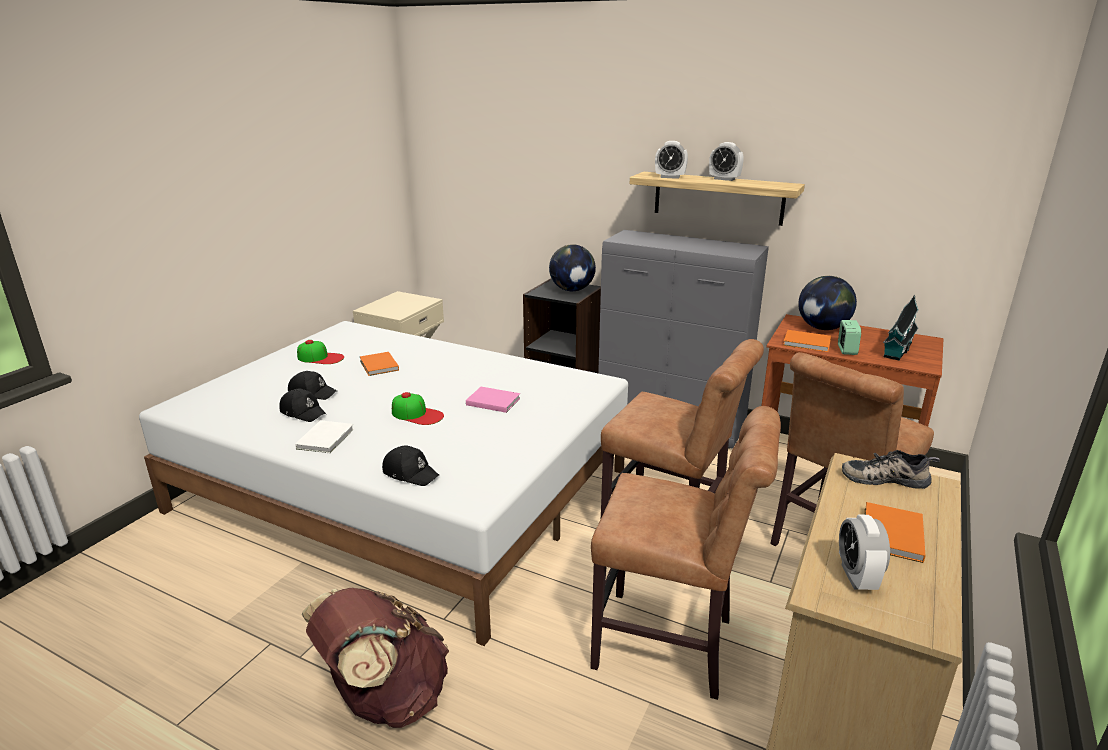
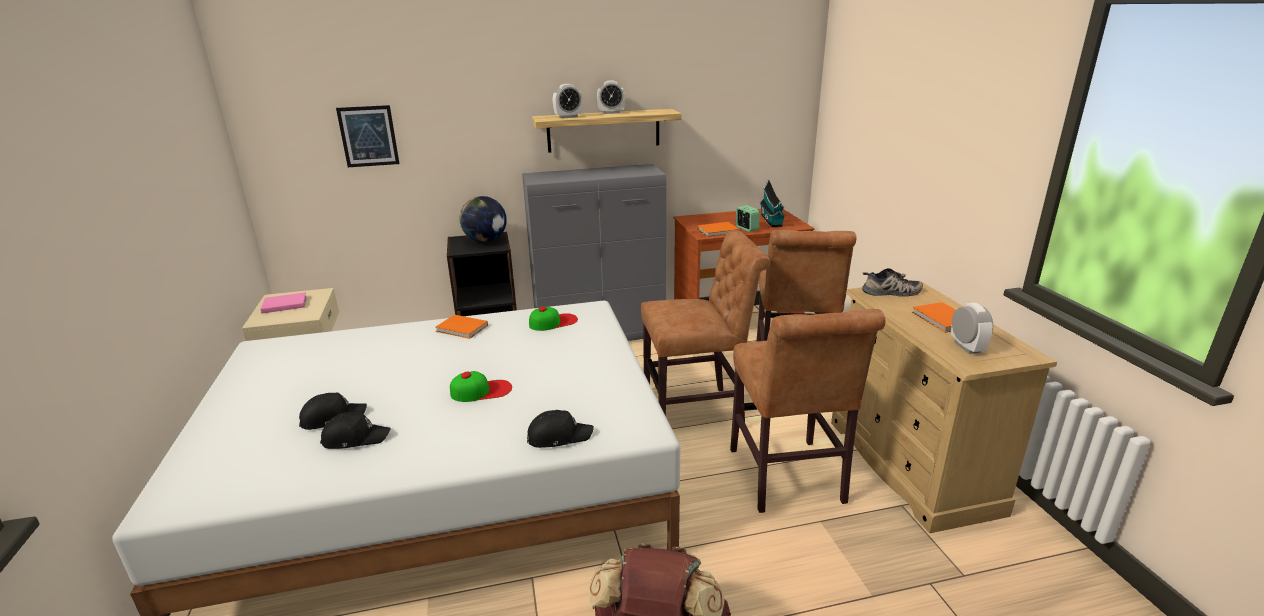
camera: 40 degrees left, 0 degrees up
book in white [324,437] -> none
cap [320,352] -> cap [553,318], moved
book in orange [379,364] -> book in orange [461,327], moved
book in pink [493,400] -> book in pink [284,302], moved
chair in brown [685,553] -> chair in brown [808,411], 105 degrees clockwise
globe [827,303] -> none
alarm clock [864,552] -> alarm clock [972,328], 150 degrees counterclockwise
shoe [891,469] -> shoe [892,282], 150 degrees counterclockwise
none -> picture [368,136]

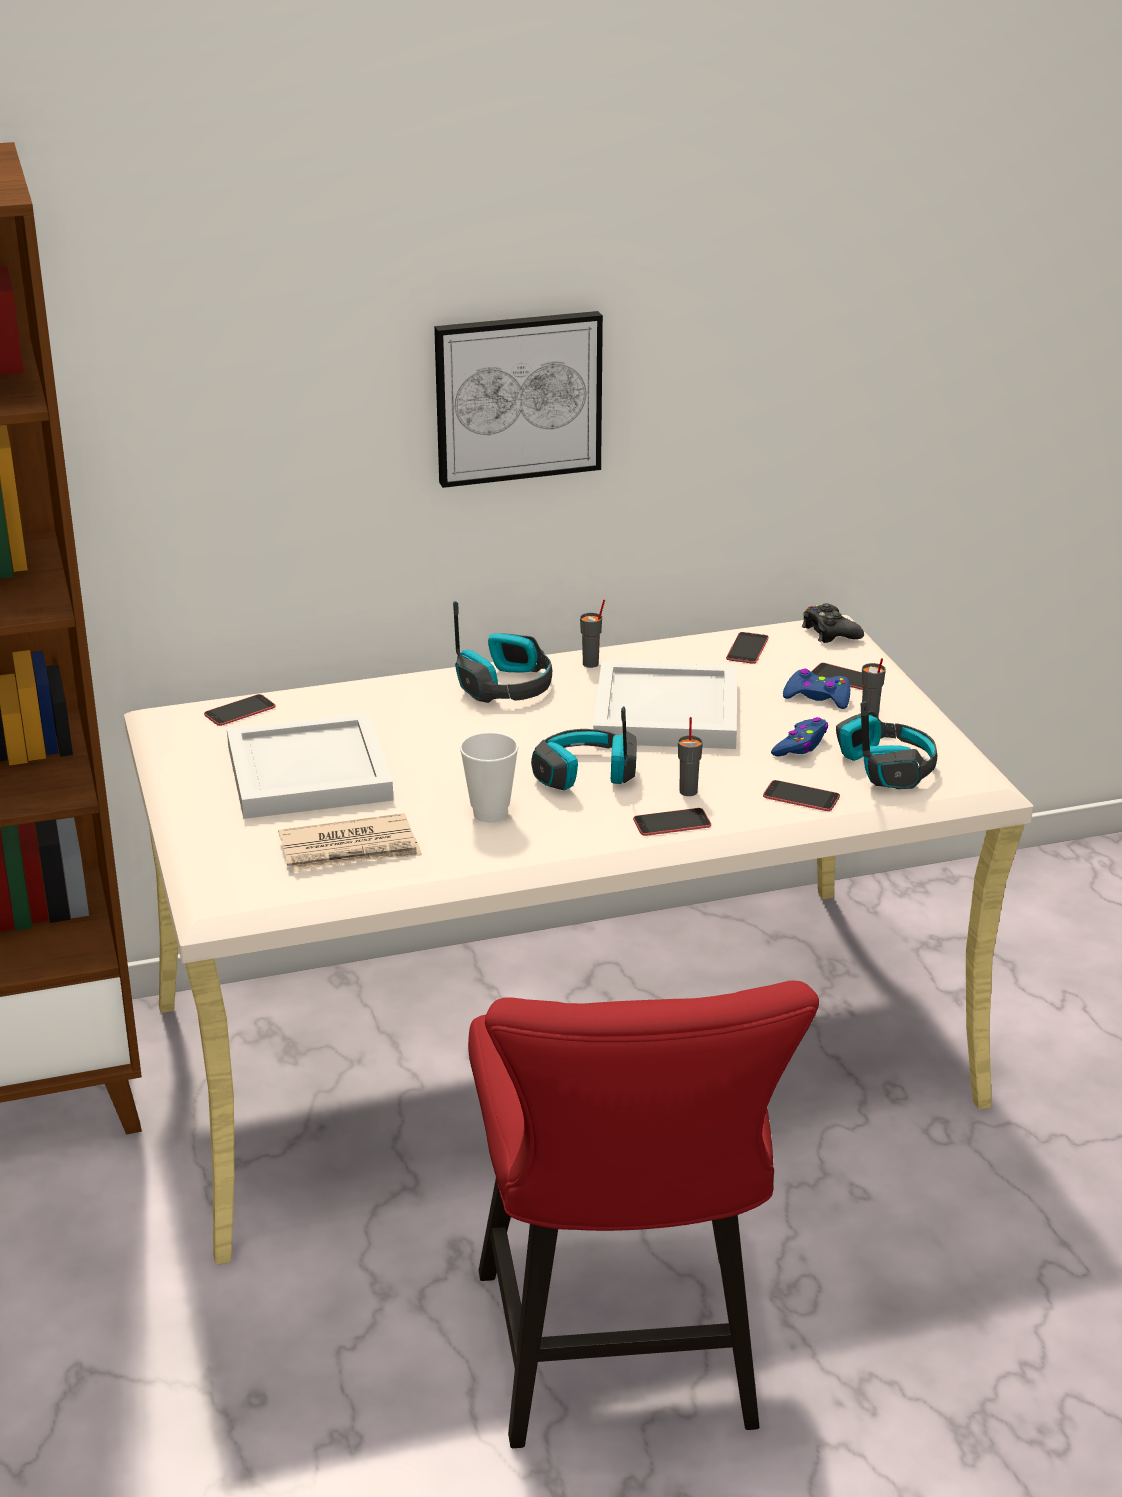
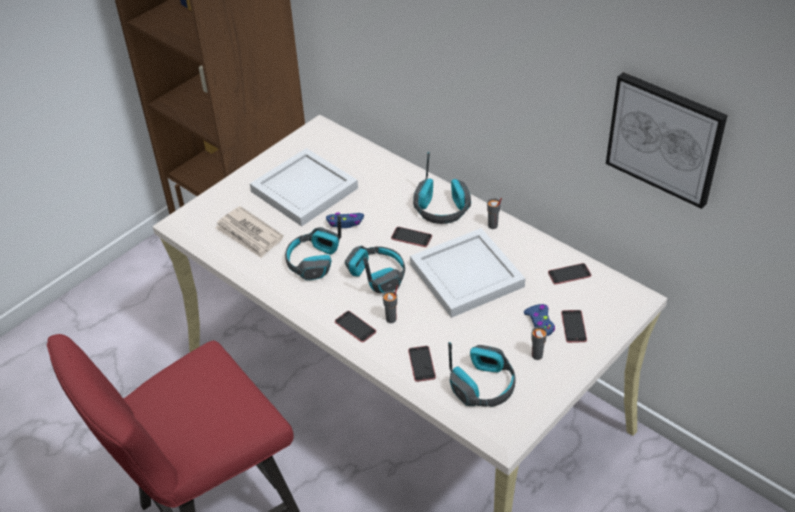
camera: 60 degrees right, 15 degrees up
phone [239,710] -> phone [411,237], moved
picture [518,399] -> picture [667,140], moved
cup [489,777] -> headphones [313,247]
game controller in blue [799,736] -> game controller in blue [345,220], moved
game controller in black [833,623] -> none

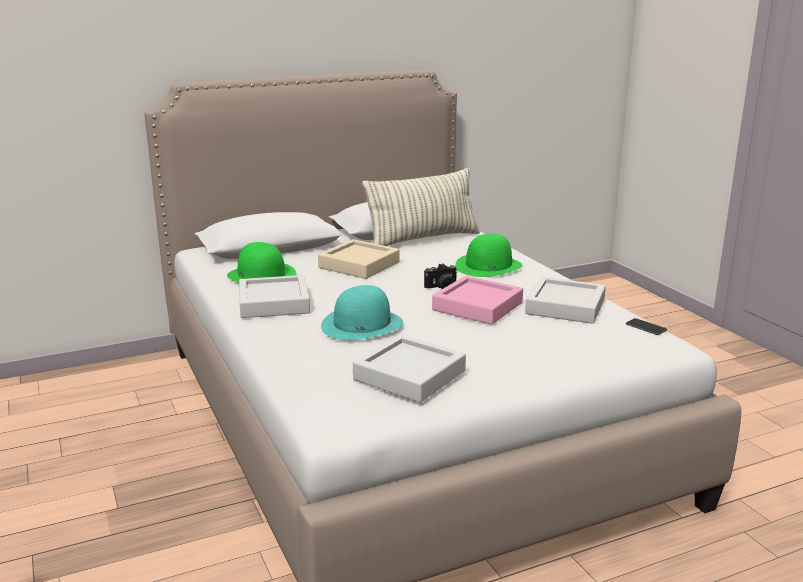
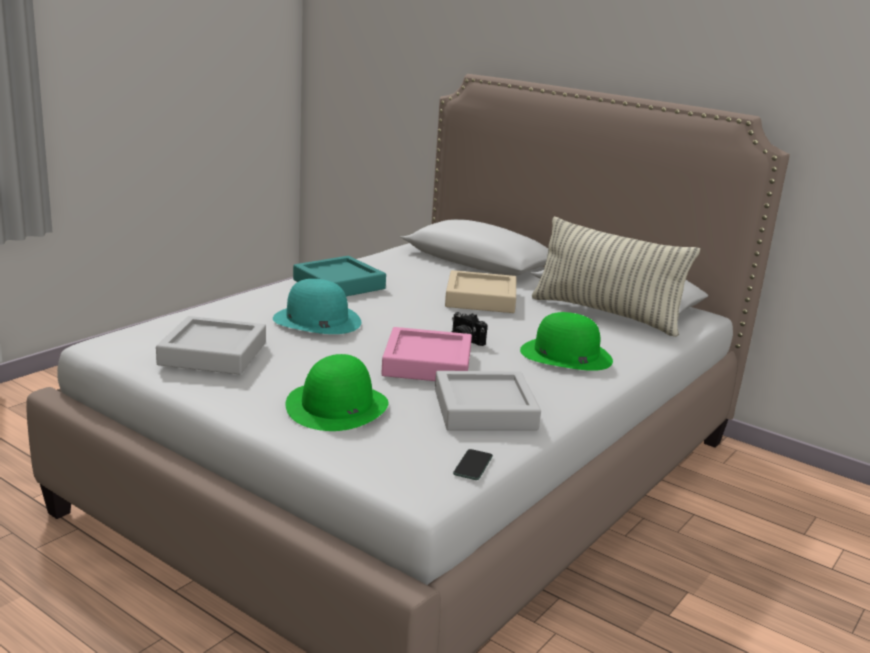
camera: 60 degrees right, 0 degrees up
hat in green [261,262] -> hat in green [336,392], moved
tray in grey [274,296] -> tray in turquoise [339,276]

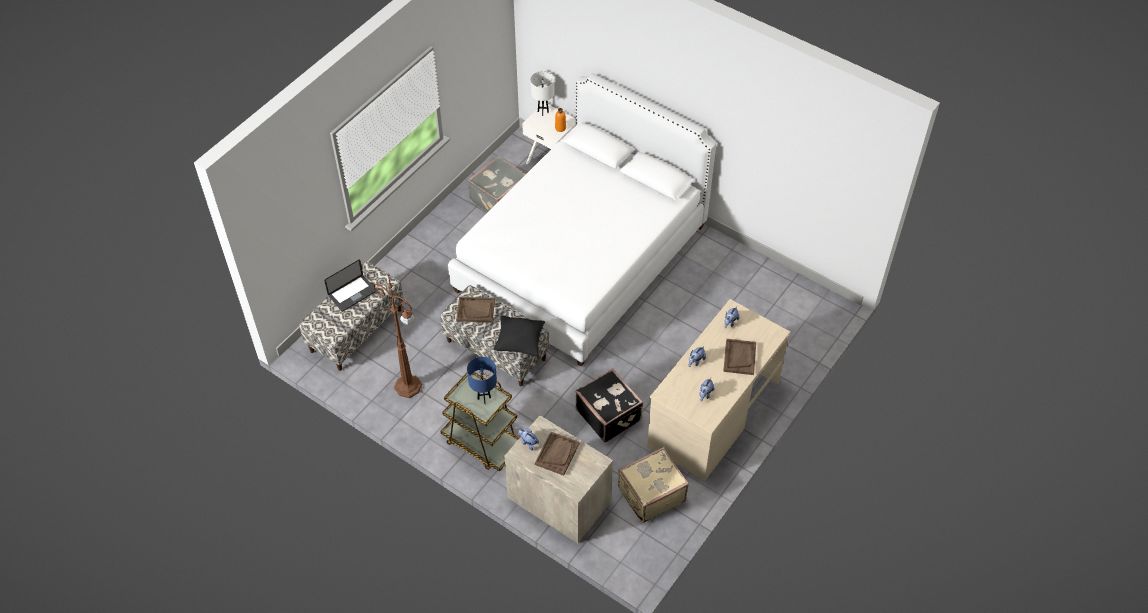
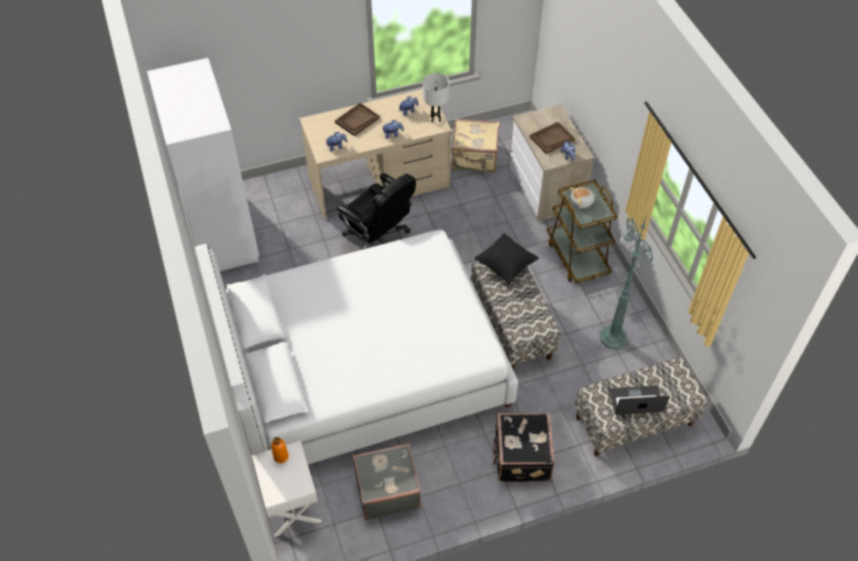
camera: 145 degrees left, 0 degrees up
floor lamp in brown [398,336] -> floor lamp in green [626,281]
tray in brown [475,310] -> none
table lamp in blue [482,380] -> plush toy [582,198]
table lamp in white [542,93] -> table lamp in white [436,97], moved
suitcase in black [609,405] -> suitcase in black [524,447], moved
none -> wardrobe in white [203,164]
none -> office chair in black [376,211]

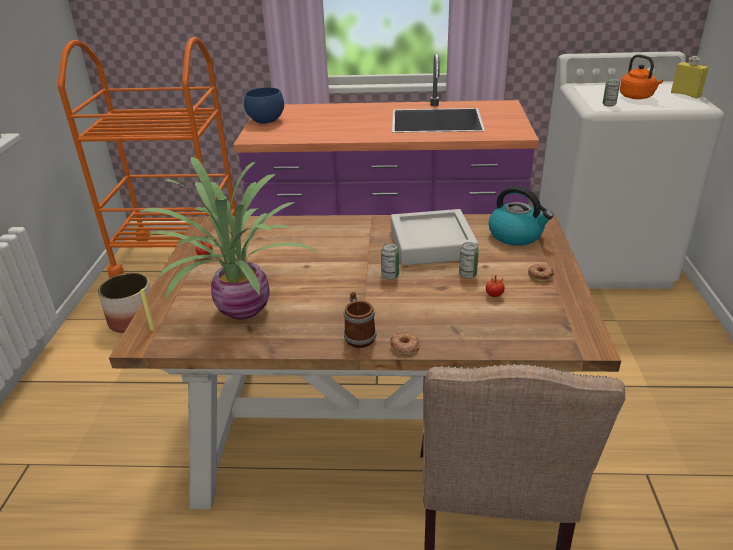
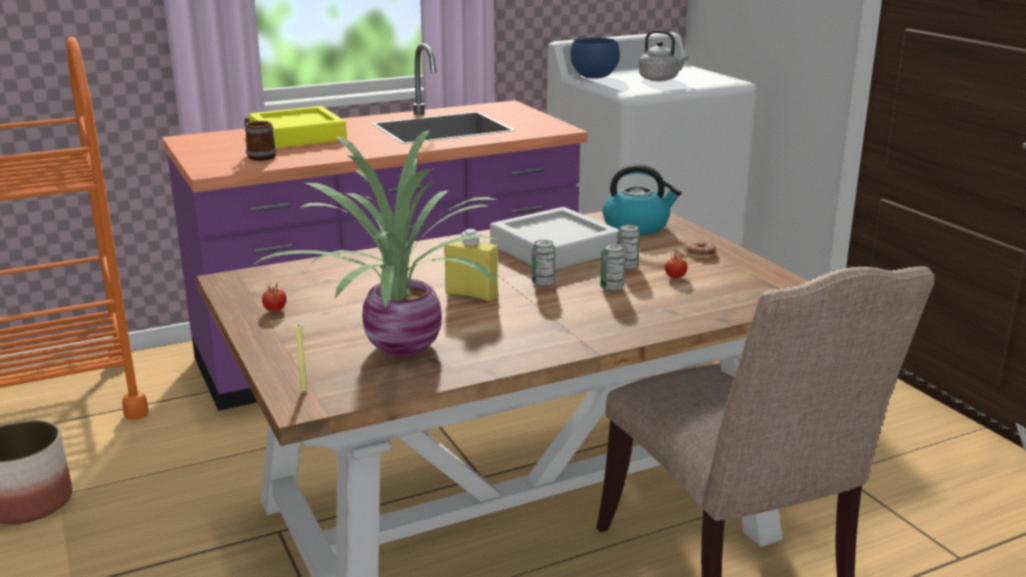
camera: 30 degrees left, 10 degrees down
bowl in blue [264,105] -> bowl in blue [595,58], moved
mug [360,320] -> mug [260,139], moved
donut [404,343] -> none
can [611,92] -> can [612,267], moved
kettle in orange [641,76] -> kettle in grey [664,55]
bottle in yellow [690,77] -> bottle in yellow [471,265], moved
none -> tray in yellow [298,127]

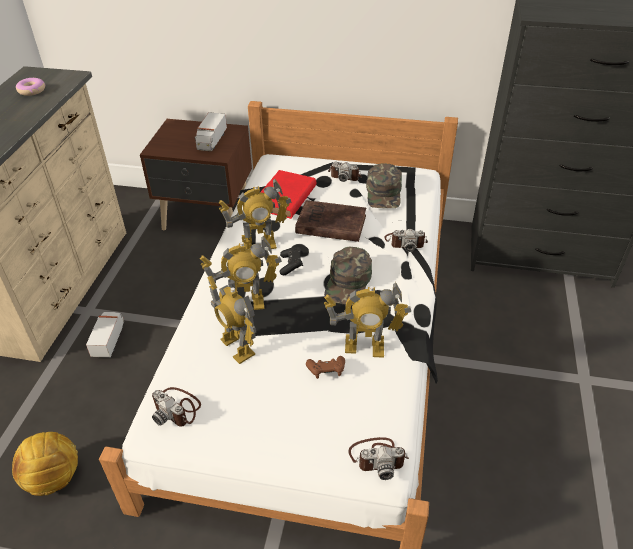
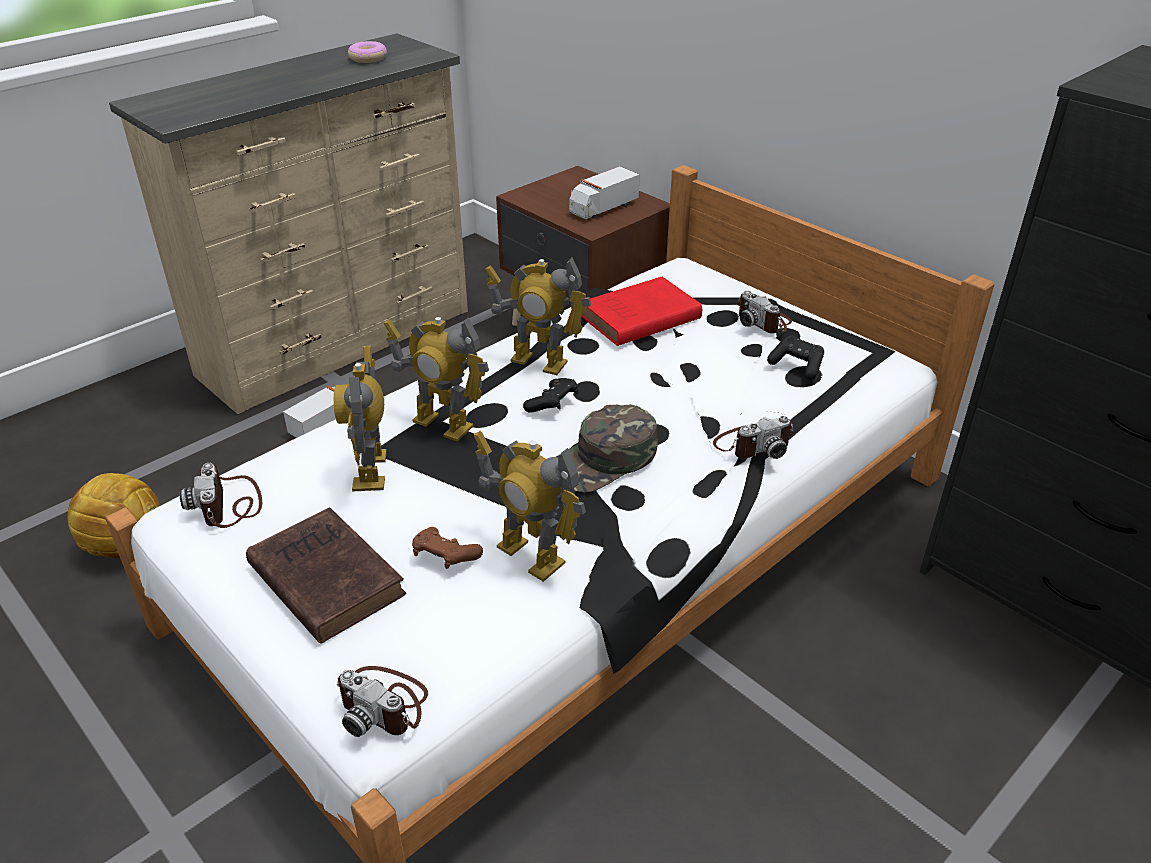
camera: 35 degrees right, 5 degrees down
book in brown [330,221] -> book in brown [326,575], moved
cap in green [384,185] -> game controller in black [795,357]
photo camera [406,240] -> photo camera [753,437], 60 degrees counterclockwise

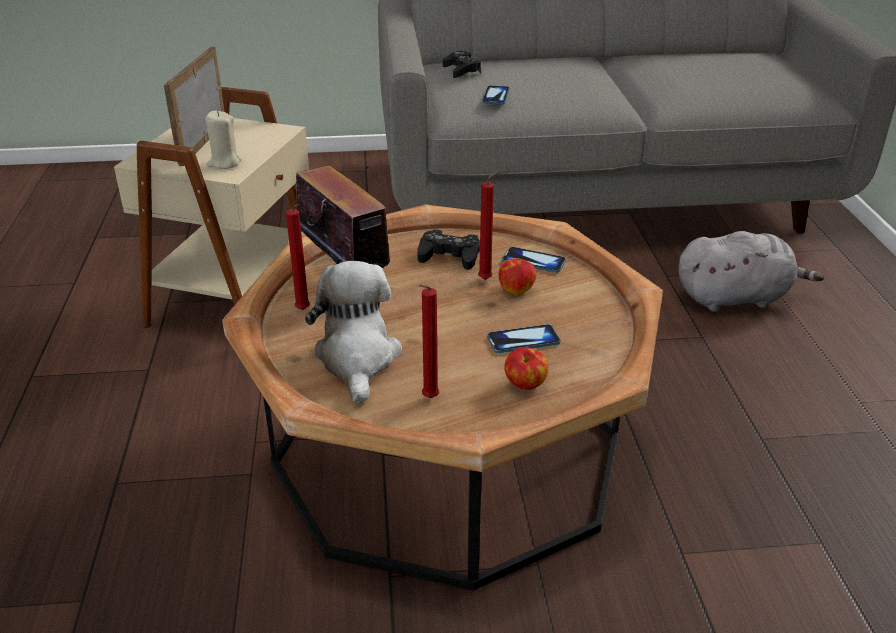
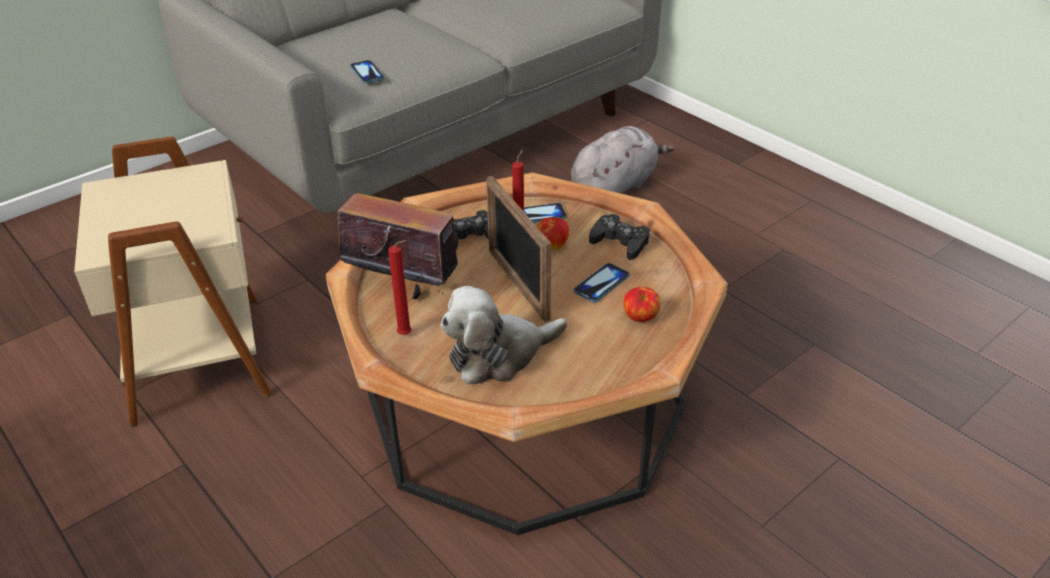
camera: 35 degrees left, 5 degrees up
picture frame [194,106] -> picture frame [518,249], moved
candle in beige [223,140] -> none
plush toy [353,332] -> plush toy [504,335], 75 degrees counterclockwise
candle in red [429,341] -> none
game controller in black [462,64] -> game controller in black [619,237], moved

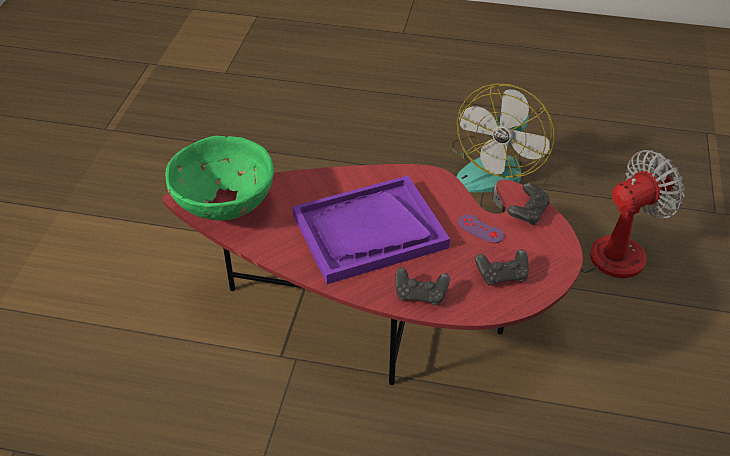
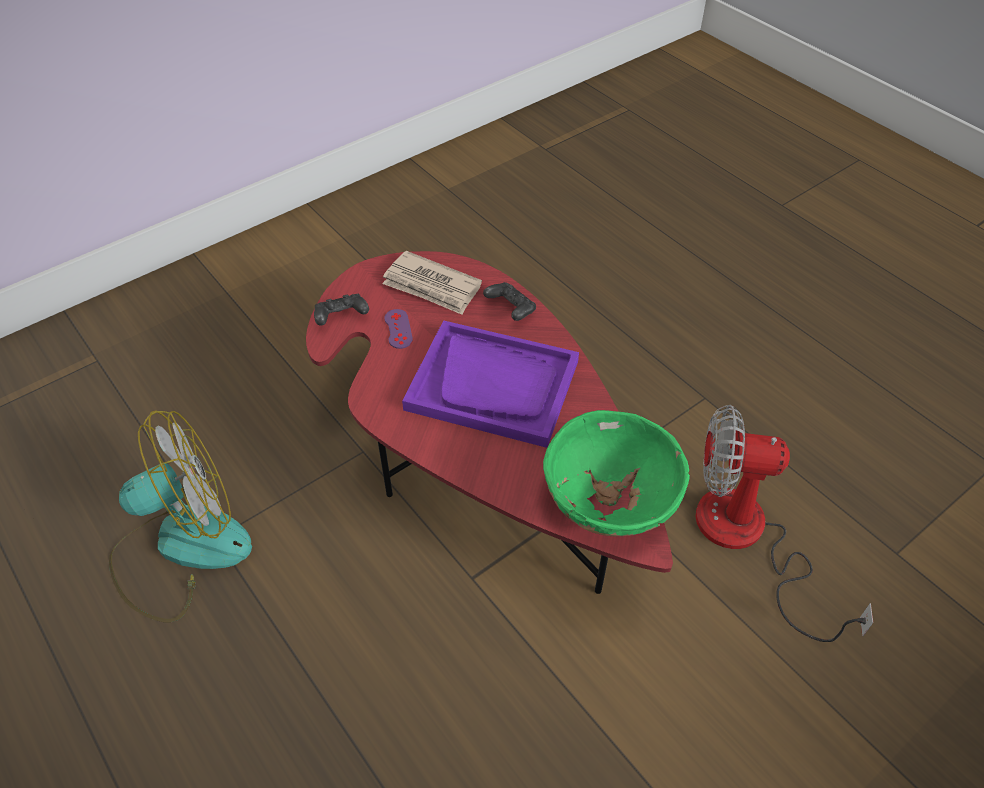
camera: 140 degrees left, 5 degrees up
game controller in black [502,267] -> newspaper [432,283]
fan [588,214] -> fan [784,523], moved

